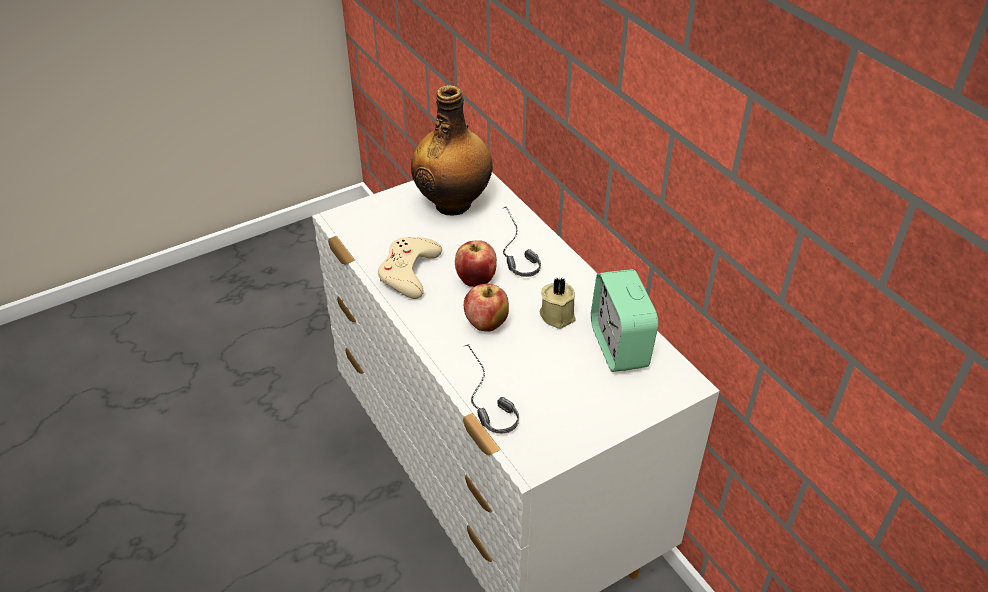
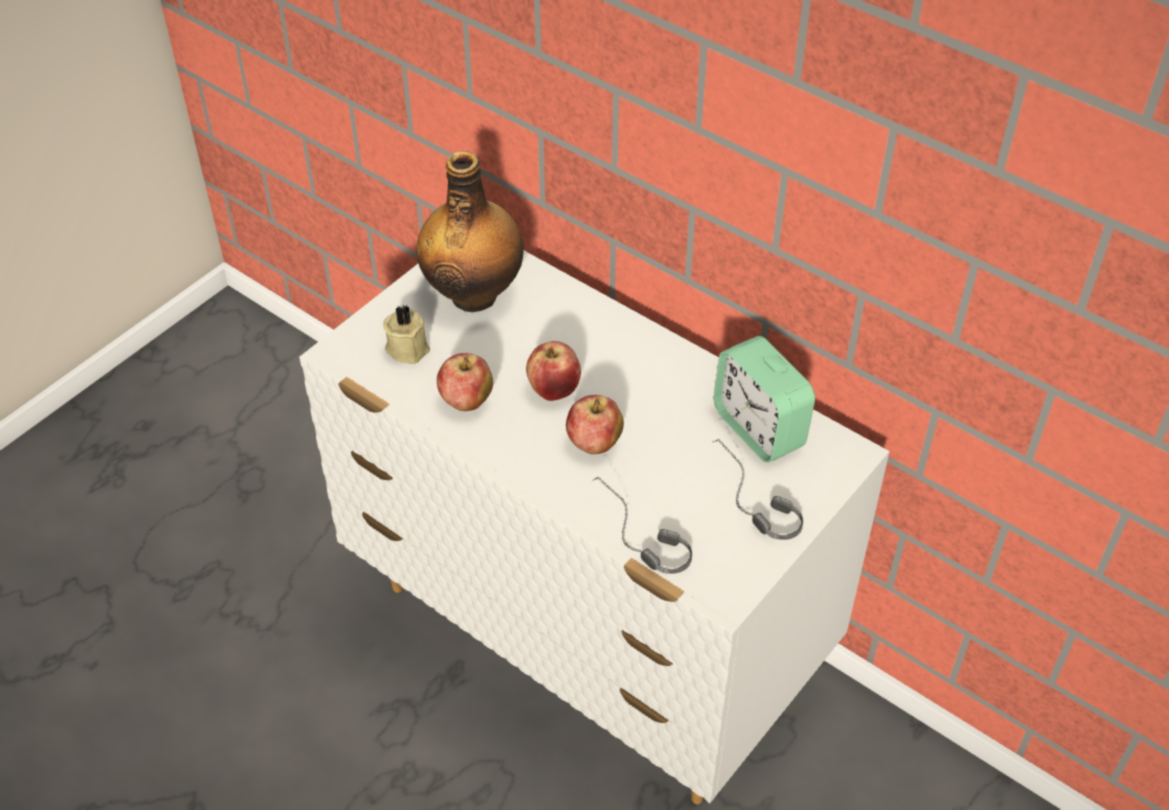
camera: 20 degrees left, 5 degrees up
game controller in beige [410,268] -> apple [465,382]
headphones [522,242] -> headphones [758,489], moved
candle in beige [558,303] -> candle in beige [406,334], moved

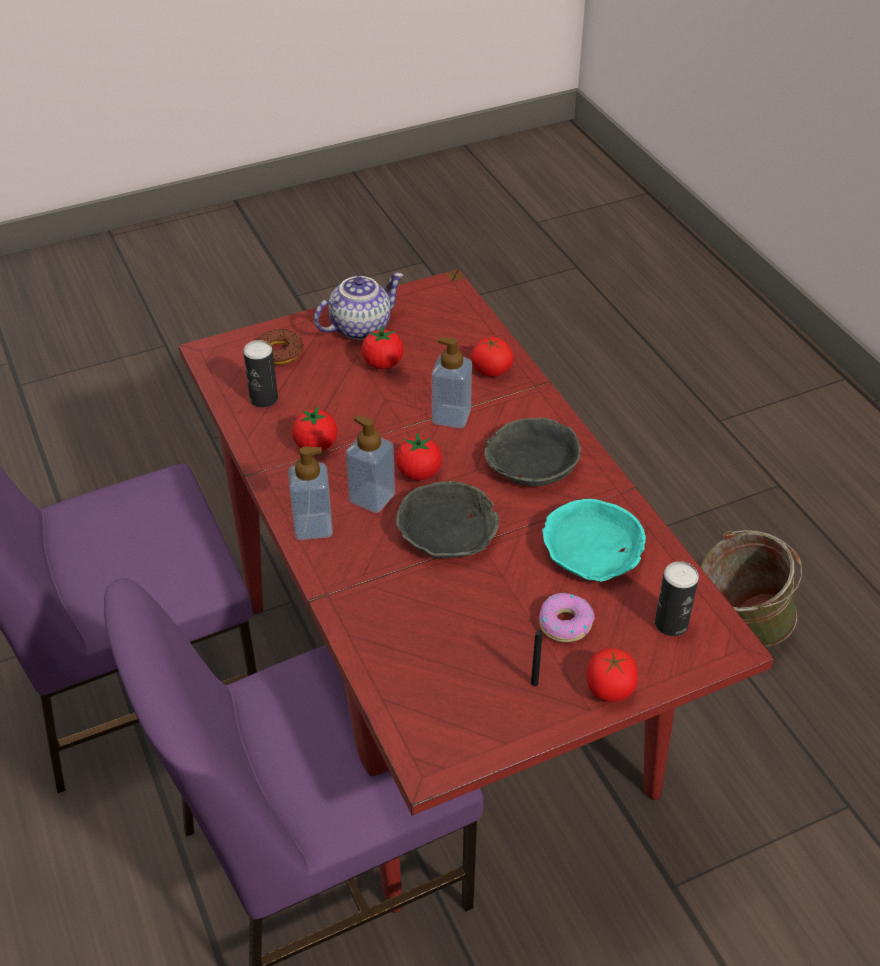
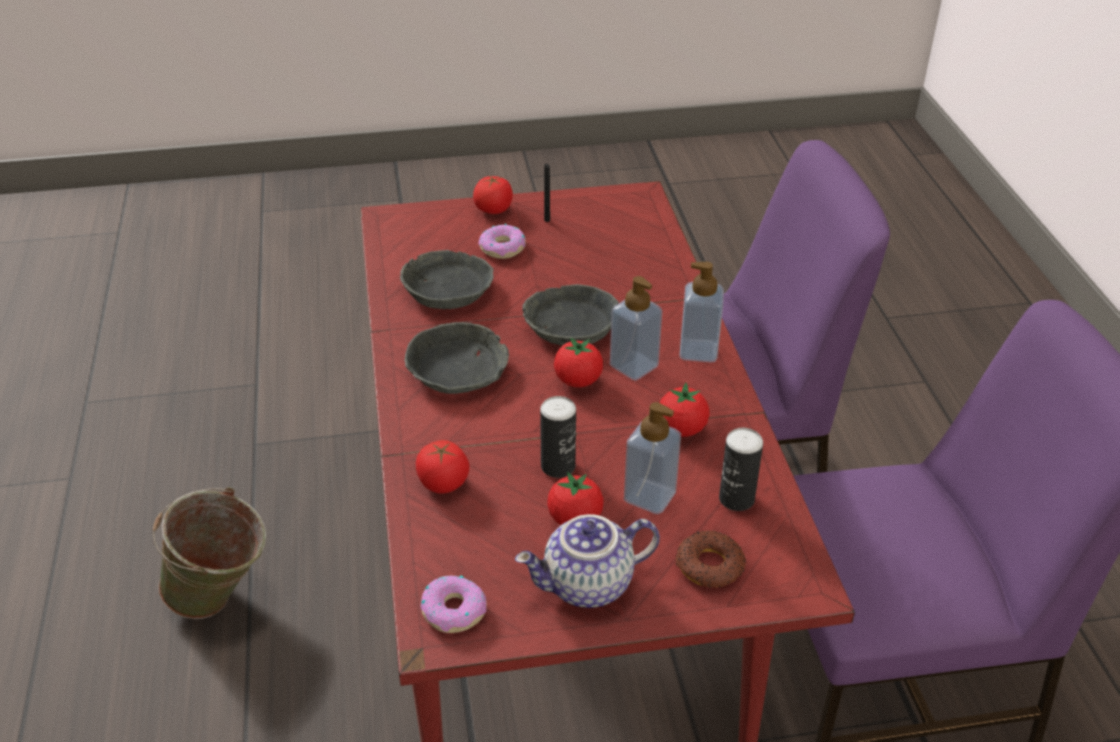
camera: 165 degrees left, 5 degrees down
soap dispenser [452,383] -> soap dispenser [652,458], moved
bowl in turquoise [594,540] -> bowl in grey [447,279]
can [677,598] -> can [558,437], moved
none -> donut [454,604]

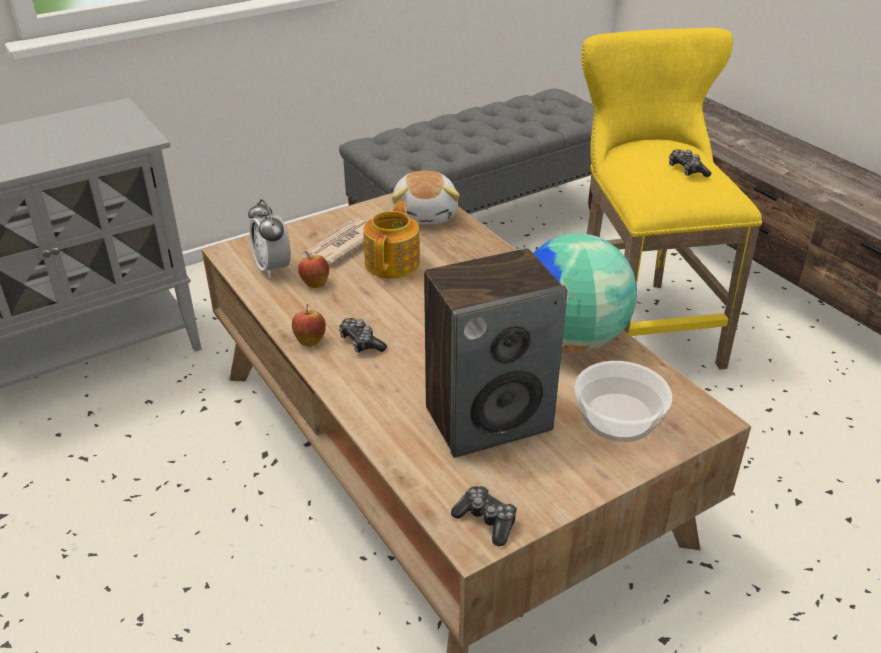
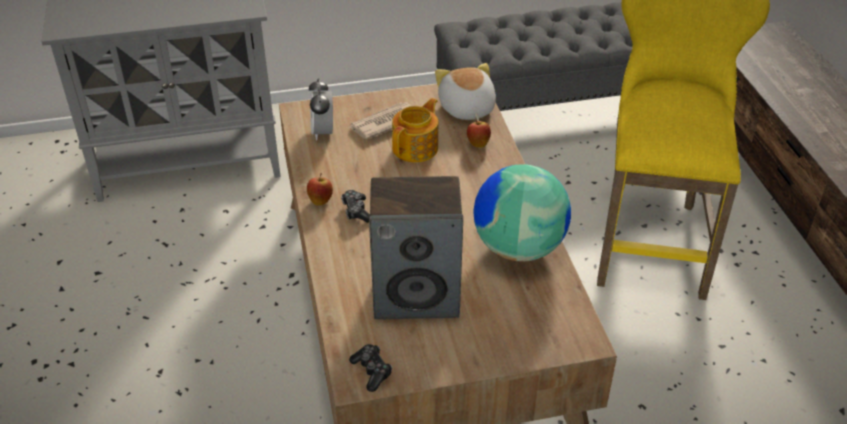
camera: 20 degrees right, 5 degrees up
apple [313,269] -> apple [479,133], moved
plush toy [426,197] -> plush toy [465,91], 150 degrees clockwise
bowl [623,401] -> none
game controller [690,163] -> none

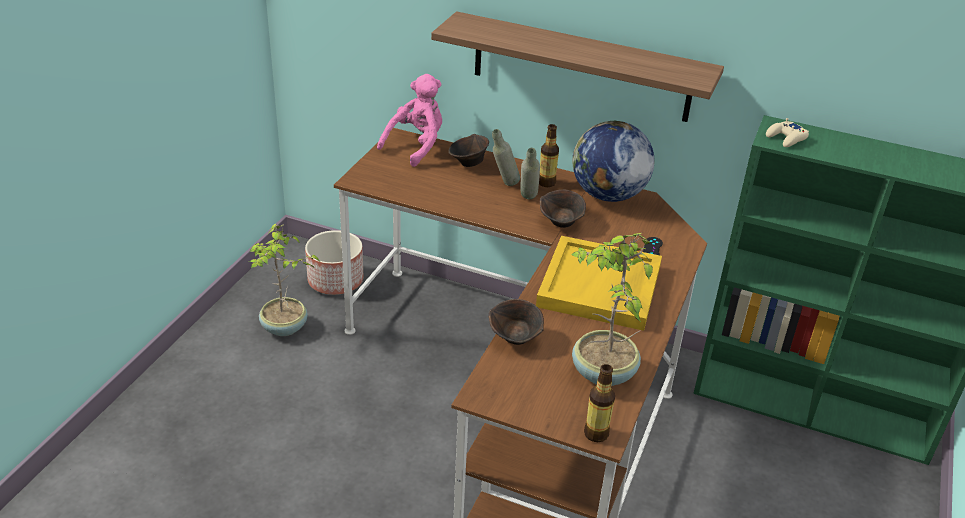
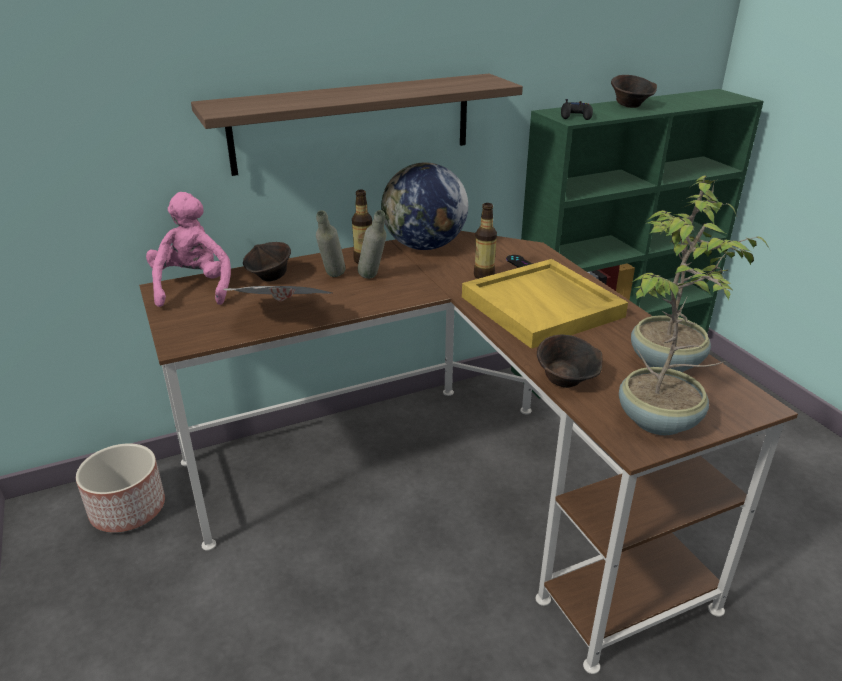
camera: 45 degrees left, 5 degrees down
potted plant [284,280] -> potted plant [684,326], moved
bowl in brown [563,209] -> bowl in brown [634,91], moved
bottle [599,403] -> bottle [485,241], moved
game controller in beige [787,132] -> game controller in black [577,109]
none -> newspaper [277,294]

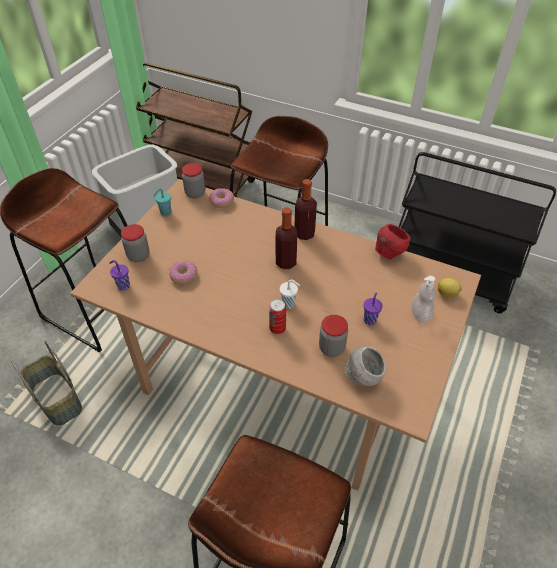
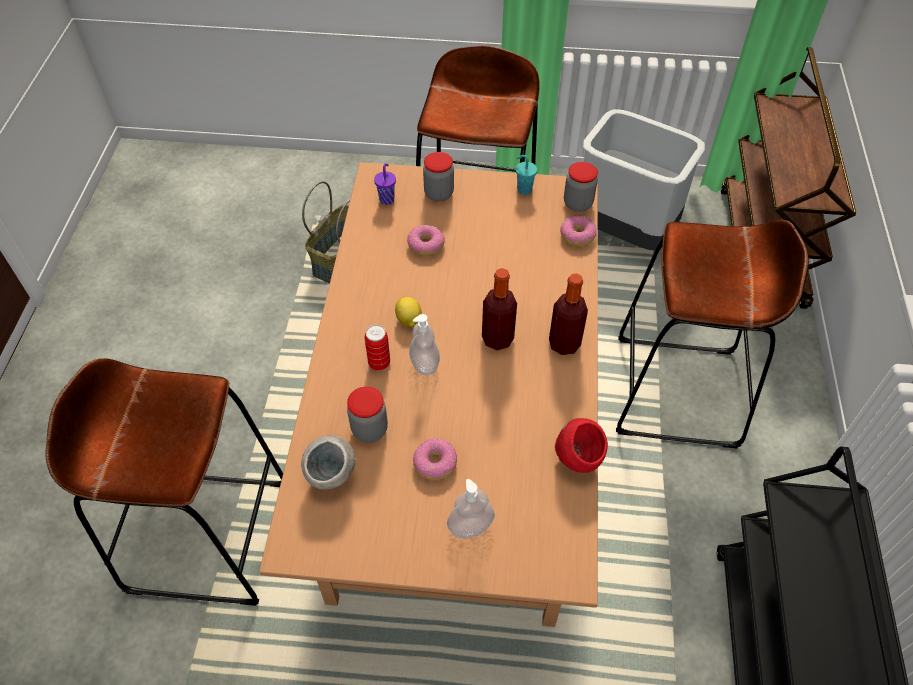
camera: 70 degrees right, 5 degrees up
cup in white [290,294] -> soap dispenser [424,344]
cup in purple [373,308] -> donut [435,459]
lemon [450,287] -> lemon [408,312], moved

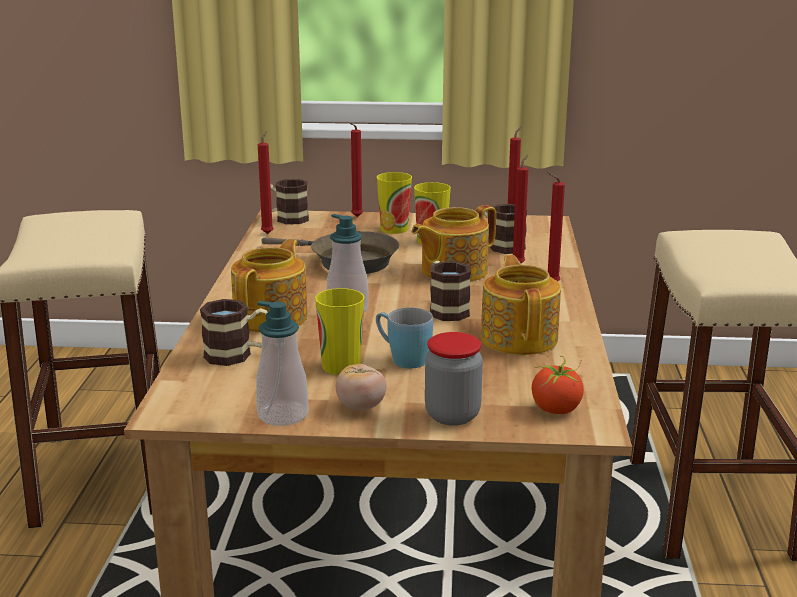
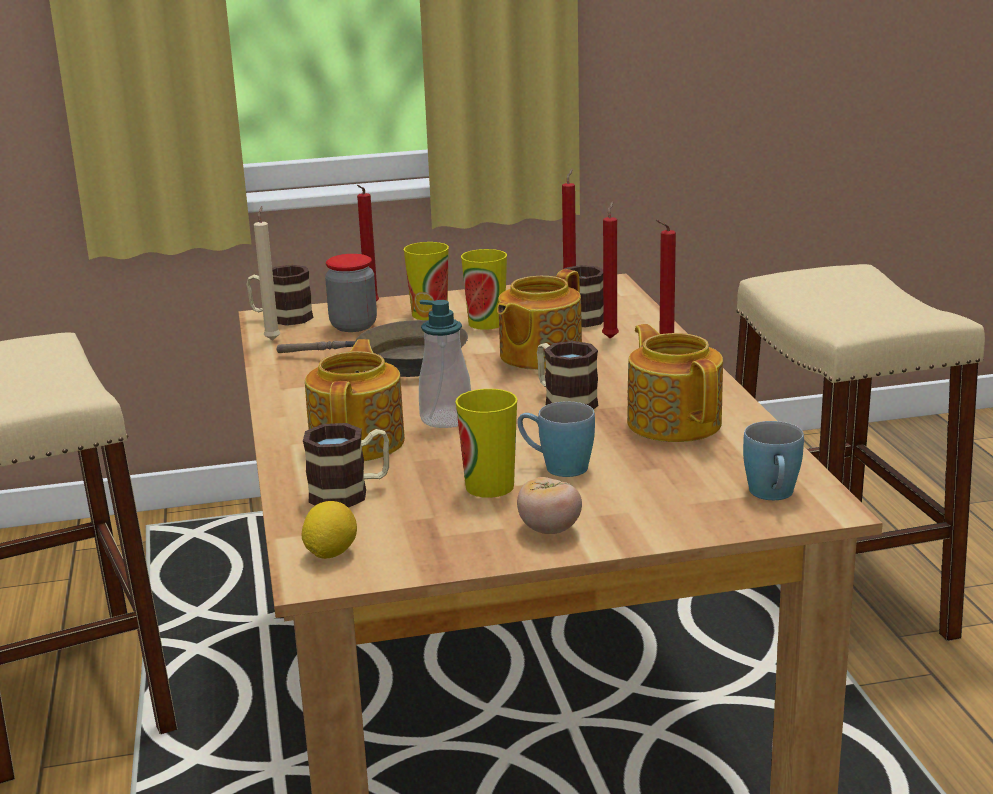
camera: 15 degrees left, 0 degrees up
soap dispenser [282,363] -> none
candle in red [266,182] -> candle in beige [267,273]
jar [454,379] -> jar [351,293], moved
tomato [558,385] -> mug in blue [773,460]
none -> lemon [329,530]

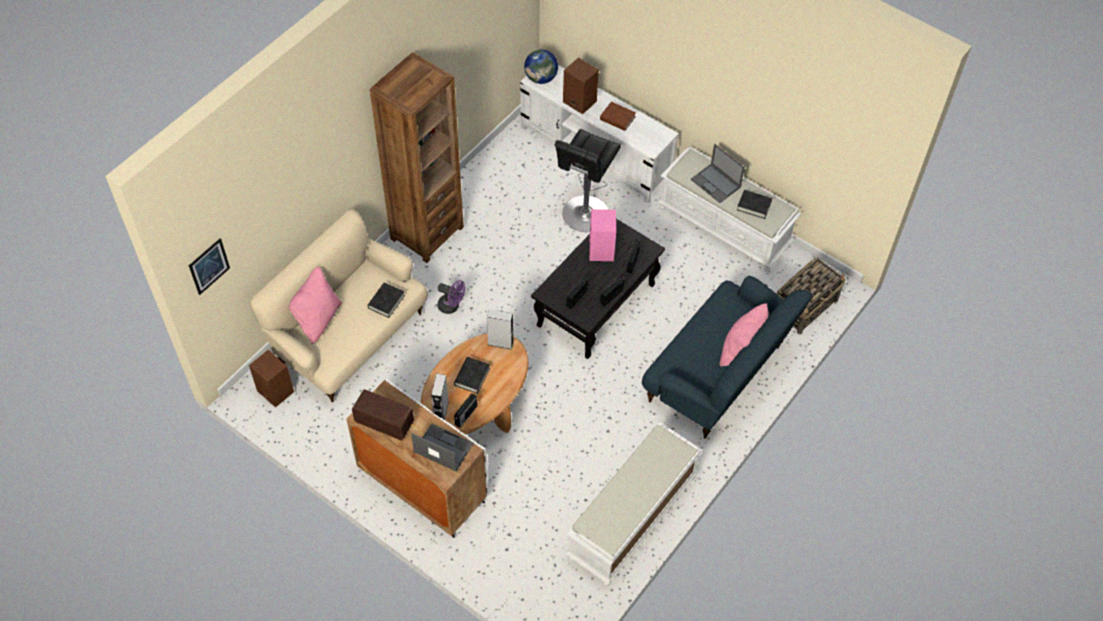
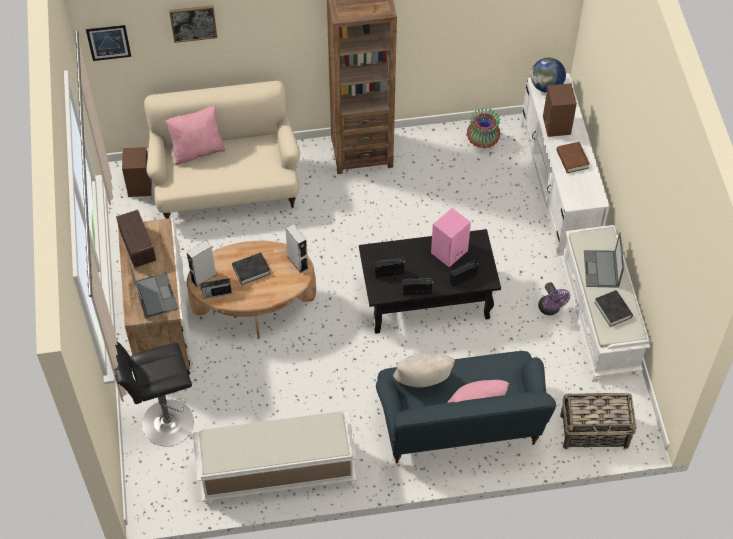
camera: 45 degrees right, 0 degrees up
book in black [386,300] -> none
fan in purple [451,297] -> fan in purple [554,298], moved
stool in black [588,180] -> stool in black [154,394], moved
none -> picture [193,24]
none -> pillow in beige [424,370]
none -> vase [484,128]

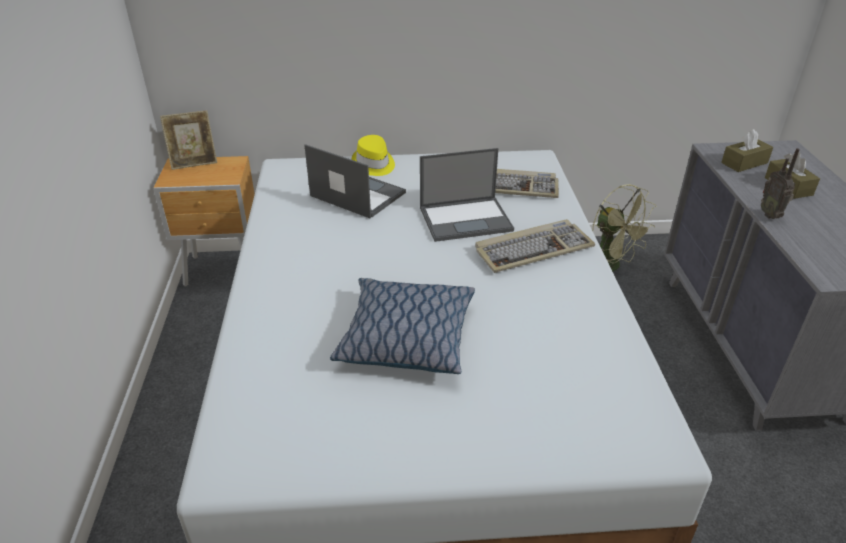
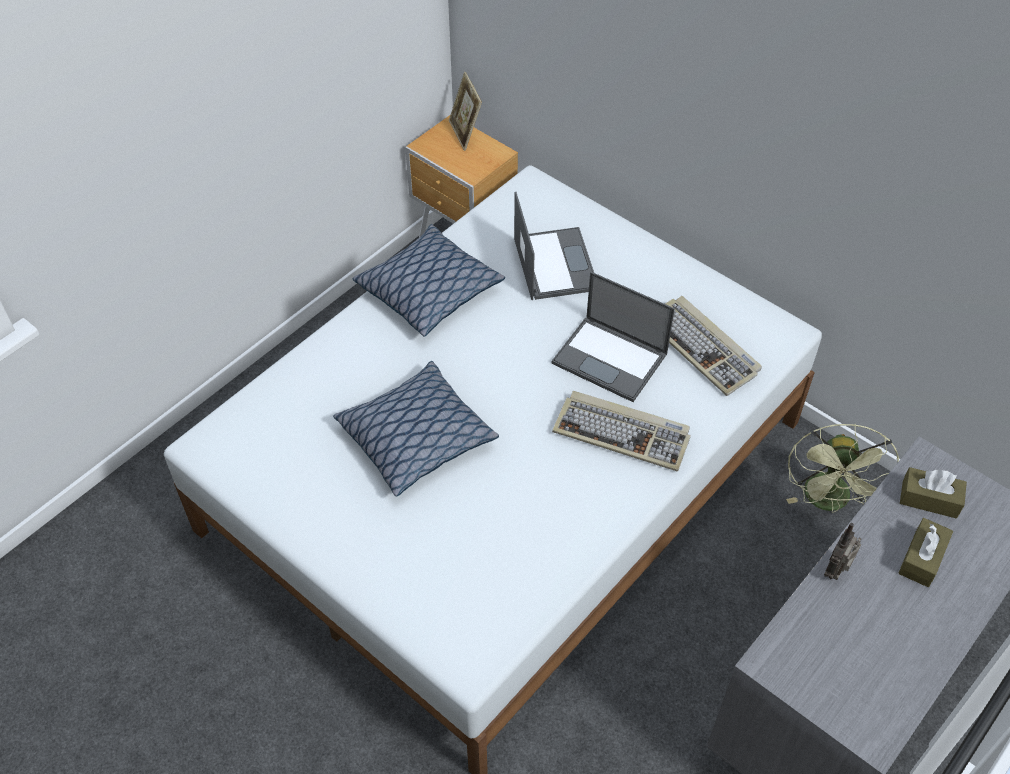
camera: 45 degrees right, 15 degrees up
picture frame [188,140] -> picture frame [465,111], 45 degrees clockwise
hat in yellow [373,155] -> none
none -> pillow [429,280]

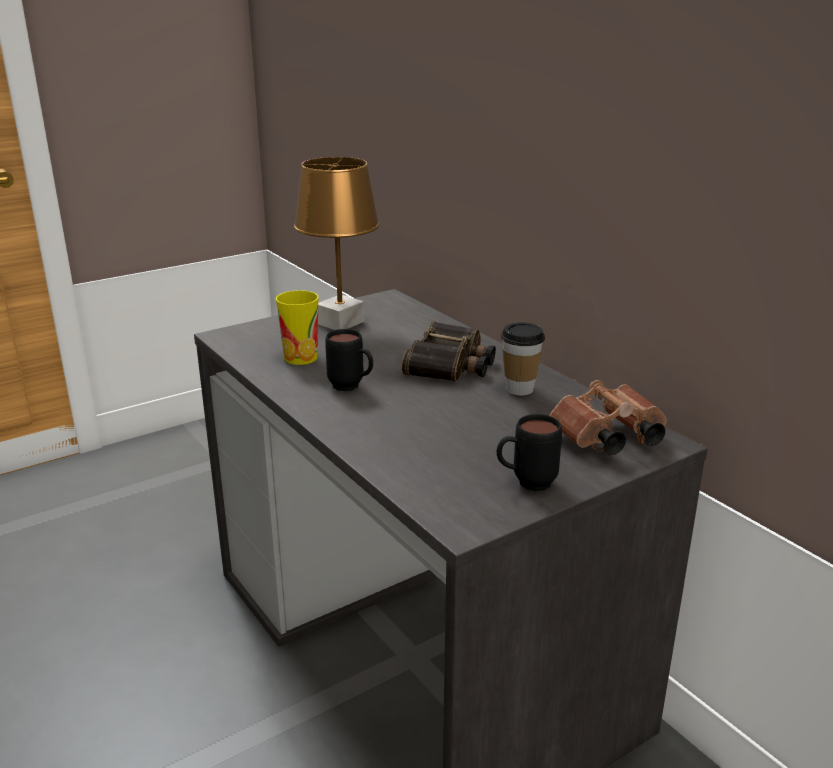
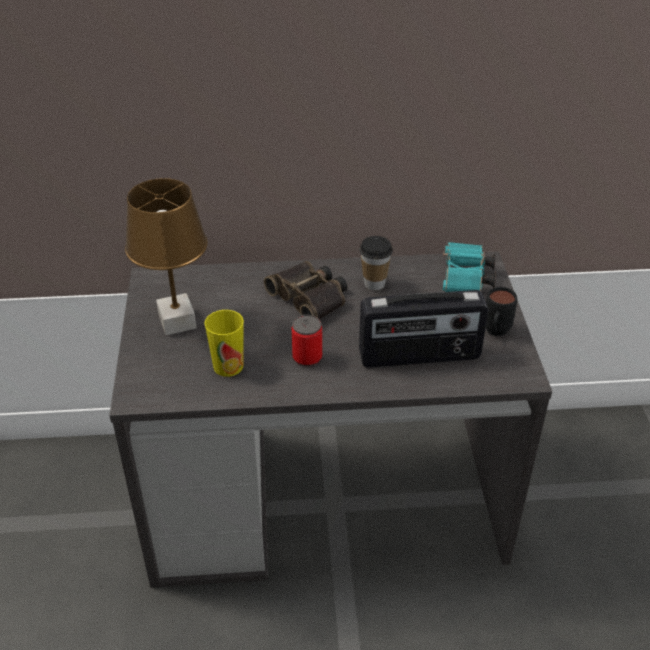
camera: 60 degrees left, 15 degrees up
mug in black [349,360] -> can [307,341]
binoculars in brown [608,417] -> binoculars in turquoise [469,267]
none -> radio [423,328]

